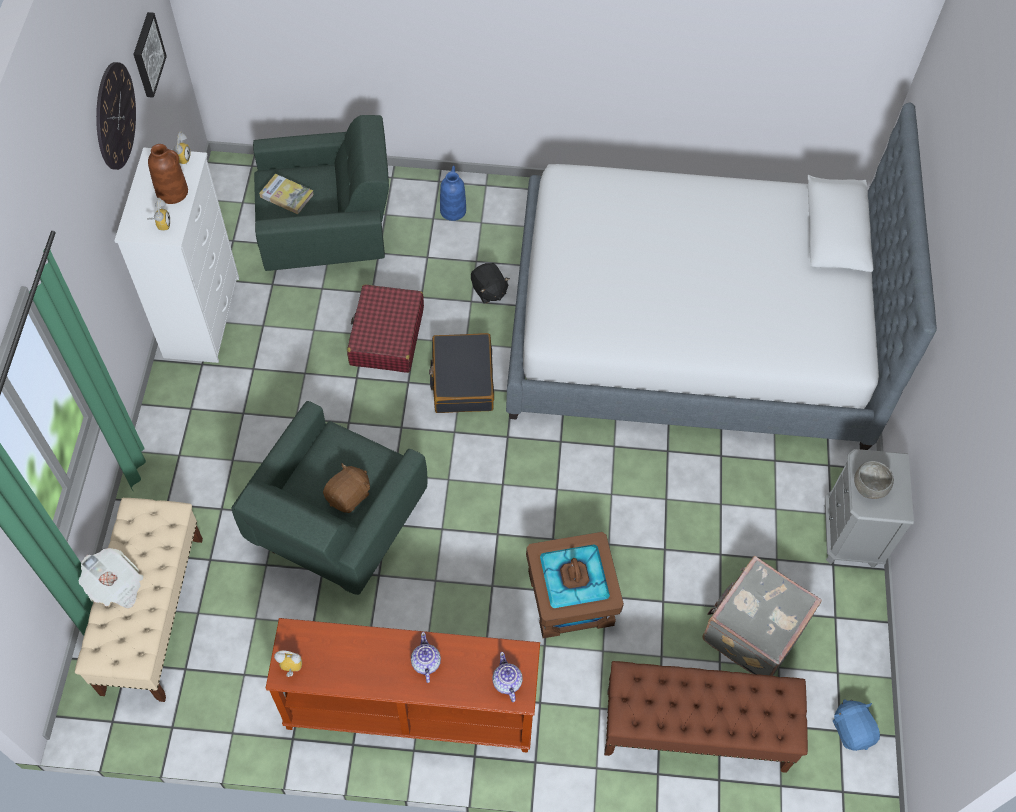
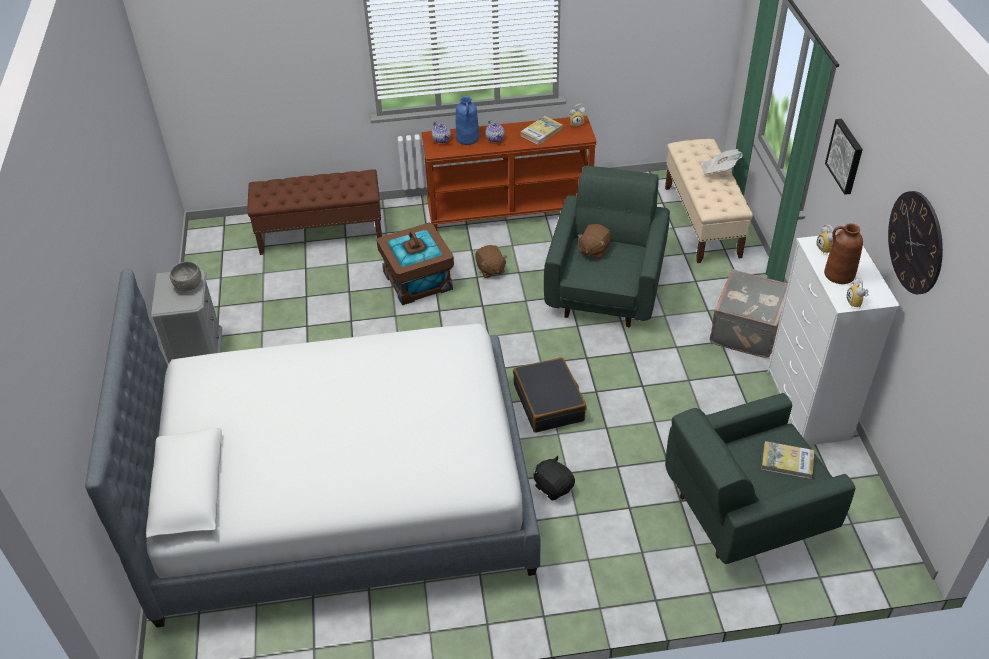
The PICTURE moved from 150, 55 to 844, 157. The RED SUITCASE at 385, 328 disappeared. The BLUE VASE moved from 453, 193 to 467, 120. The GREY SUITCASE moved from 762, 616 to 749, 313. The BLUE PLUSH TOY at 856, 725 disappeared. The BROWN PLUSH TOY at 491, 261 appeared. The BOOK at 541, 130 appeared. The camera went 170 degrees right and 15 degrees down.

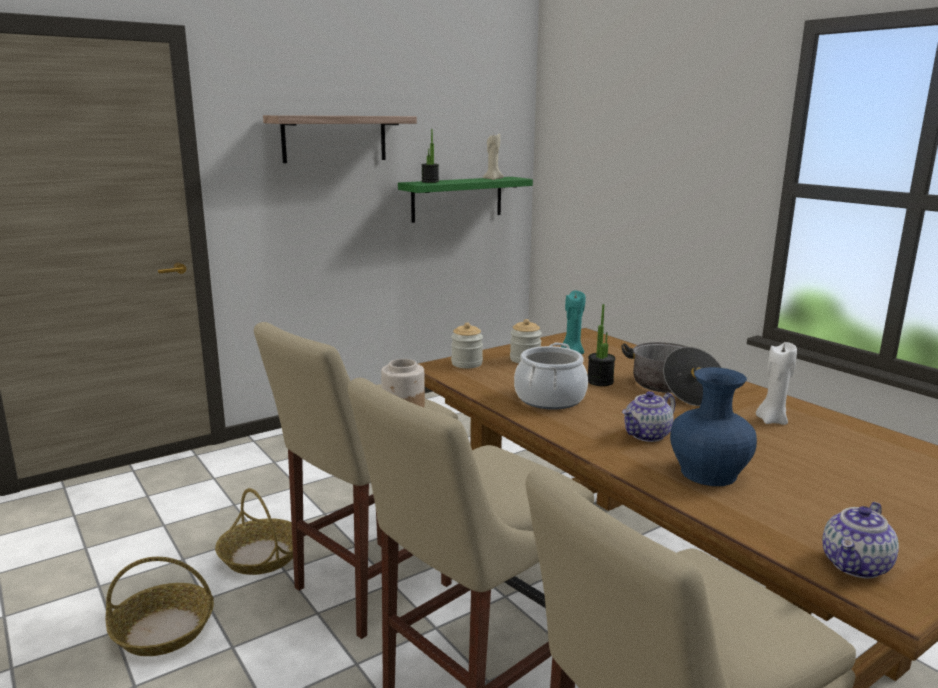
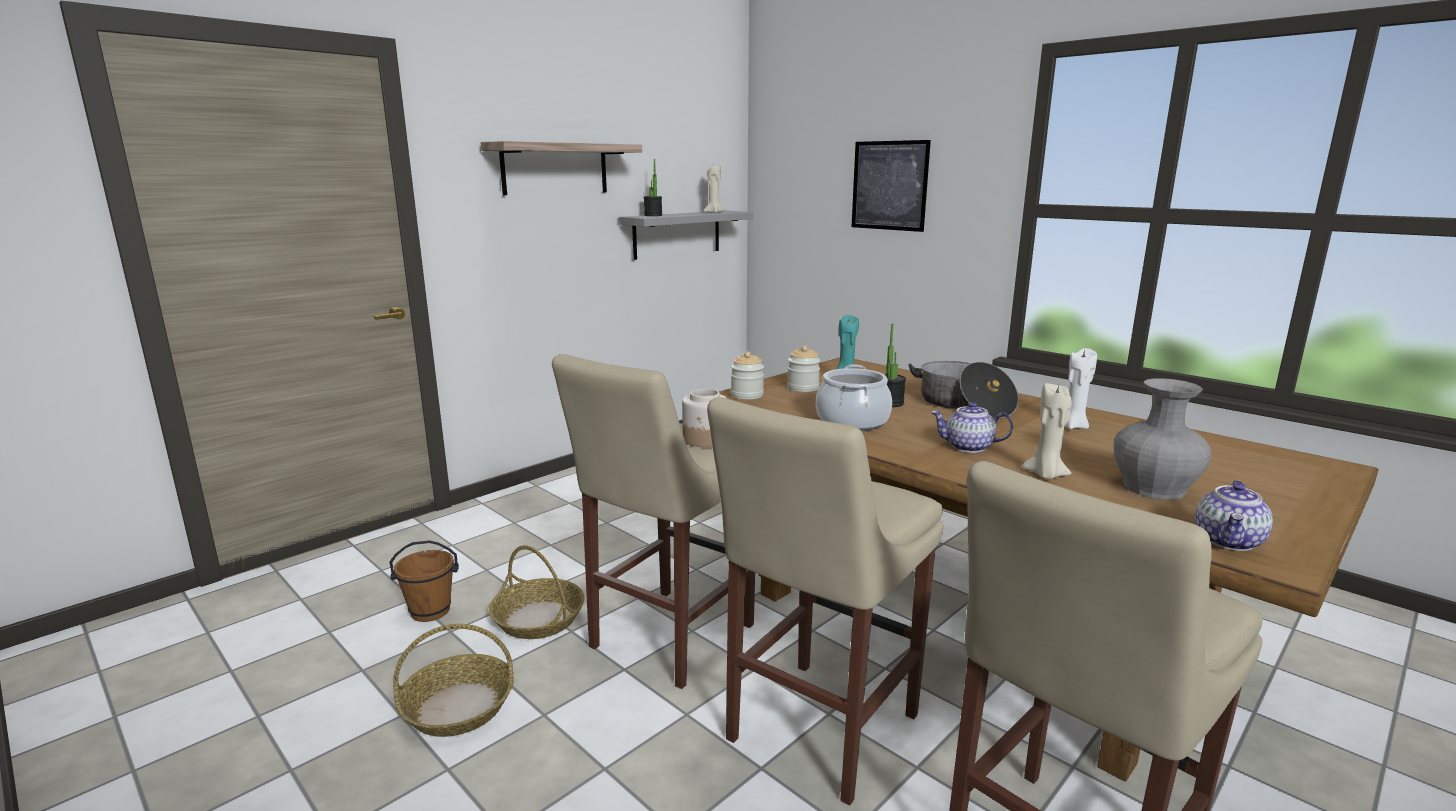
The GREEN SHELF at 465, 200 became the GREY SHELF at 686, 235. The TEAPOT at 648, 416 turned 60 degrees clockwise. The BLUE VASE at 713, 426 was replaced by the BEIGE CANDLE at 1047, 431. The BROWN BUCKET at 424, 581 appeared. The PICTURE at 891, 186 appeared. The GREY VASE at 1162, 439 appeared. The camera went 10 degrees left and 0 degrees up.

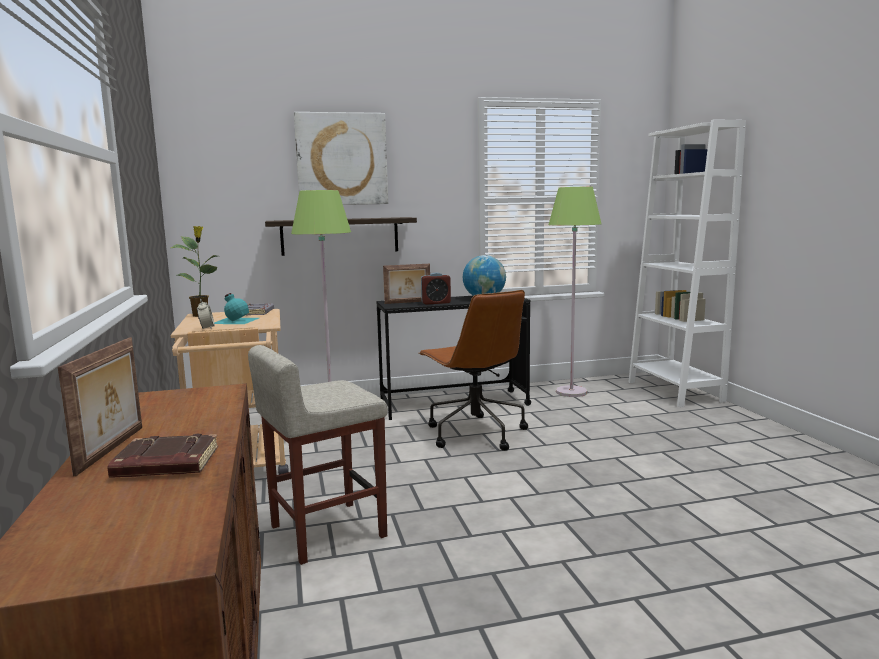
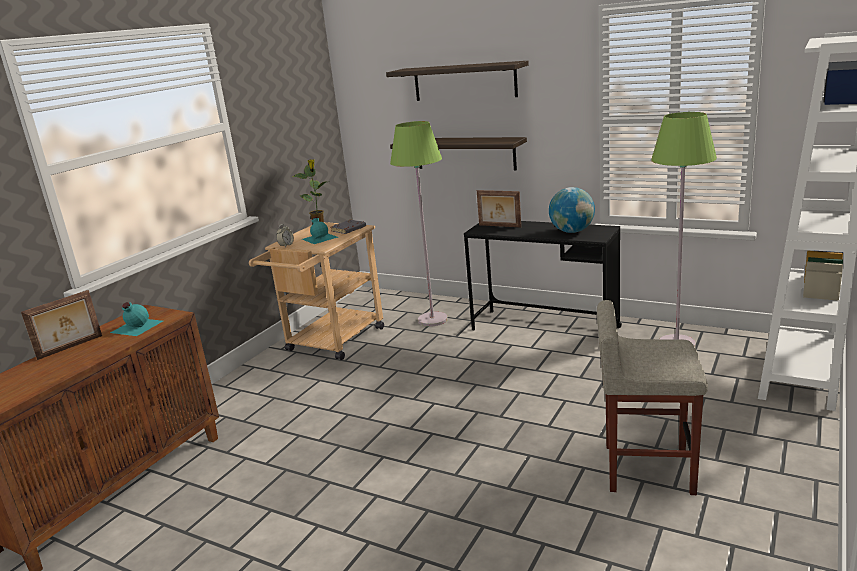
The BROWN BOOK at 163, 455 disappeared. The BEIGE STOOL moved from 318, 455 to 652, 397. The PICTURE at 341, 158 was replaced by the SHELF at 457, 81. The BROWN OFFICE CHAIR at 473, 370 disappeared. The ALARM CLOCK at 436, 288 disappeared. The TURQUOISE BOTTLE at 136, 319 appeared. The camera went 45 degrees right and 10 degrees up.

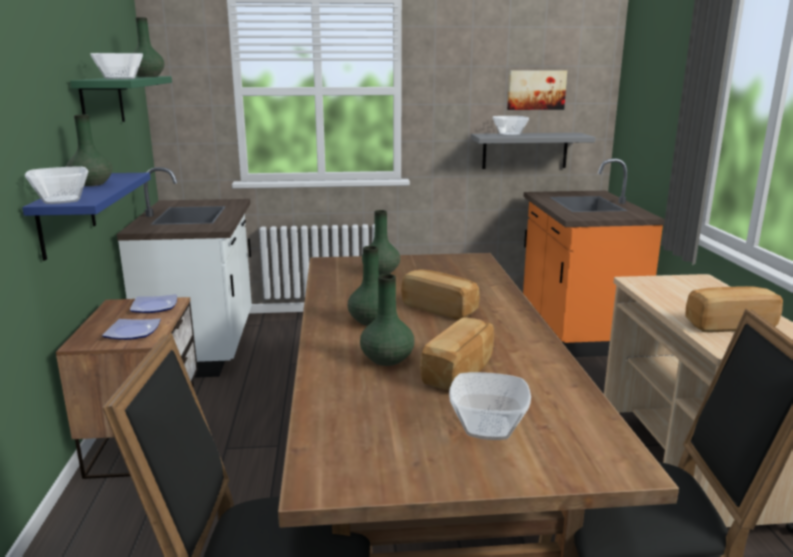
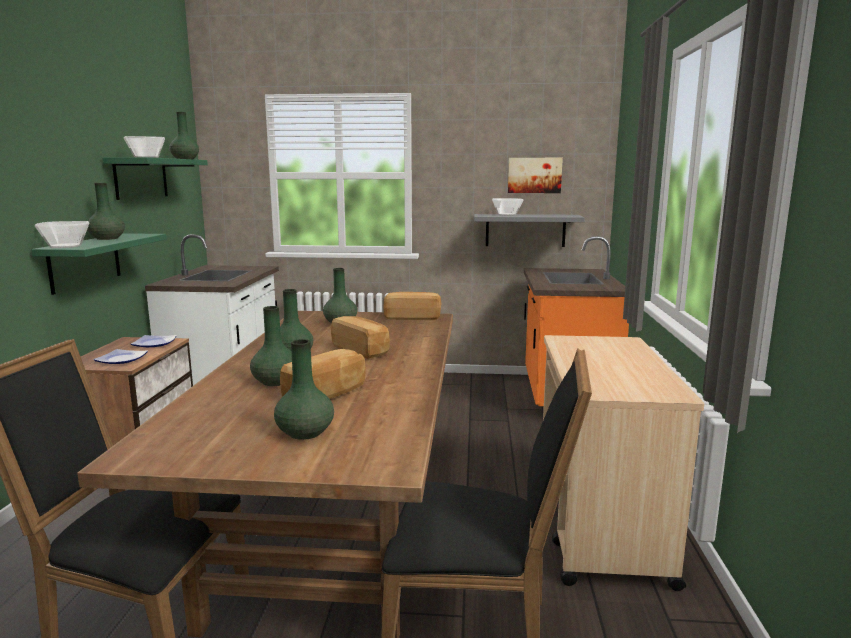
The BLUE SHELF at 86, 217 became the GREEN SHELF at 98, 264. The BOWL at 490, 406 was replaced by the GREEN VASE at 304, 389. The BREAD moved from 734, 309 to 412, 306. The camera went 10 degrees right and 5 degrees down.

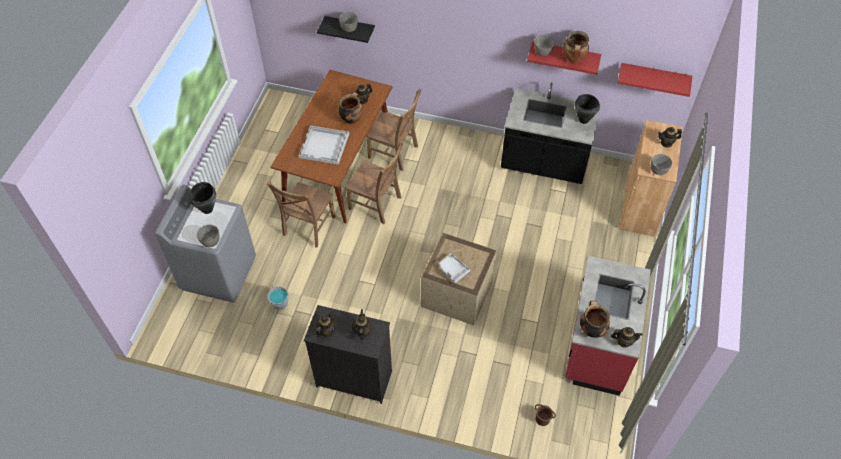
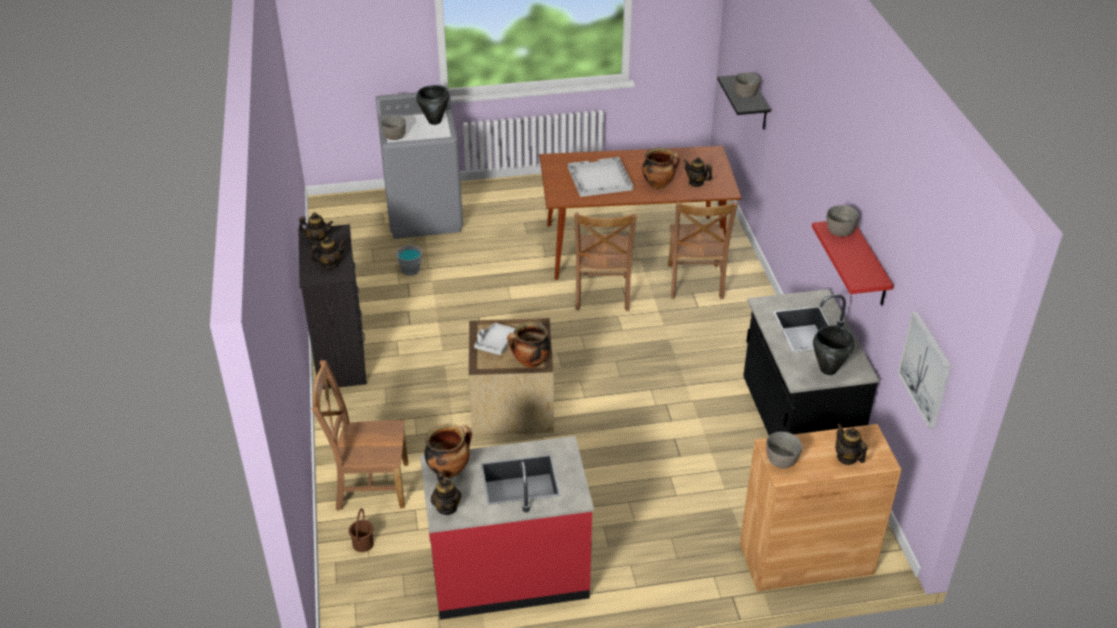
The BROWN CHAIR moved from 301, 214 to 359, 435. The COOKING POT moved from 576, 47 to 528, 345. The RED SHELF at 655, 80 was replaced by the PICTURE at 924, 370. The camera went 65 degrees right and 15 degrees down.

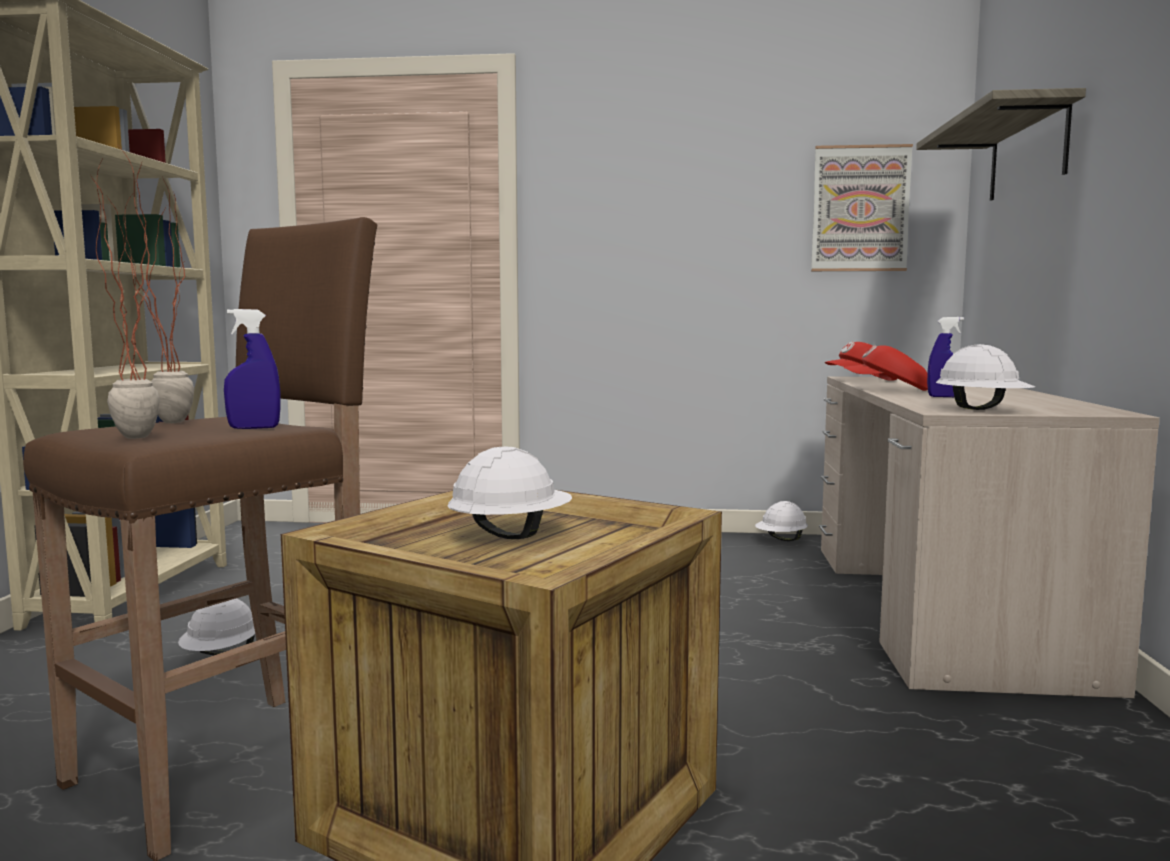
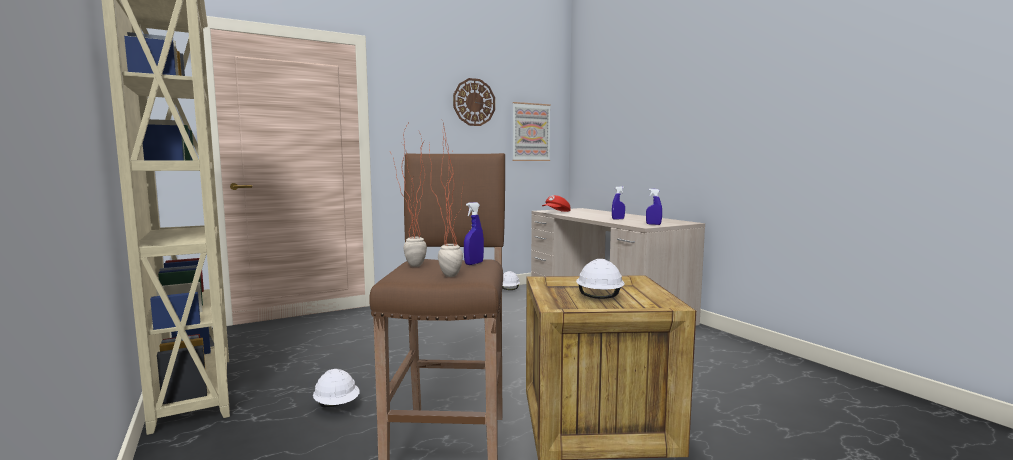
The RED CAP at 885, 368 disappeared. The SHELF at 1001, 144 disappeared. The WHITE HARD HAT at 985, 377 was replaced by the BLUE SPRAY BOTTLE at 654, 207. The WALL CLOCK at 474, 102 appeared. The camera went 35 degrees left and 0 degrees up.

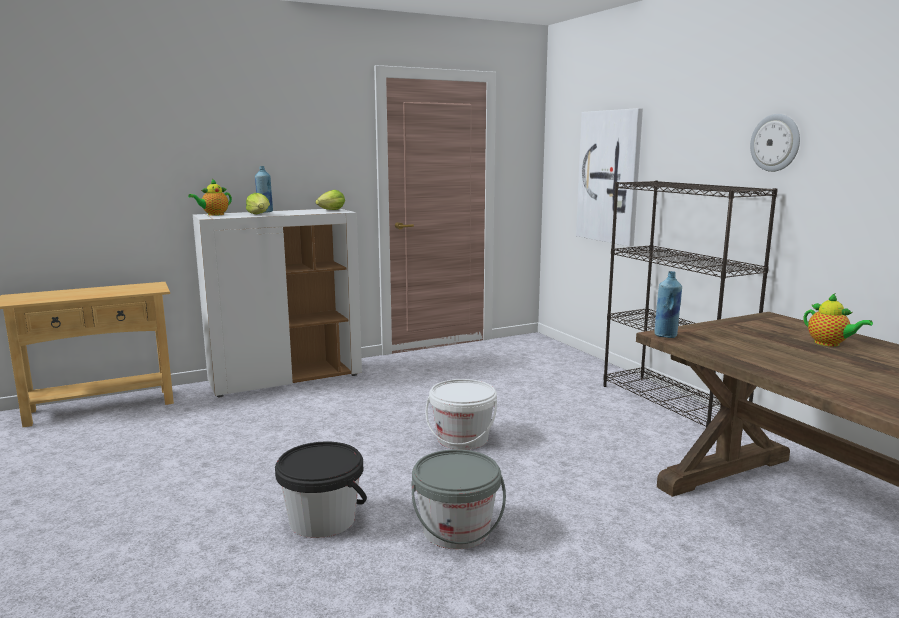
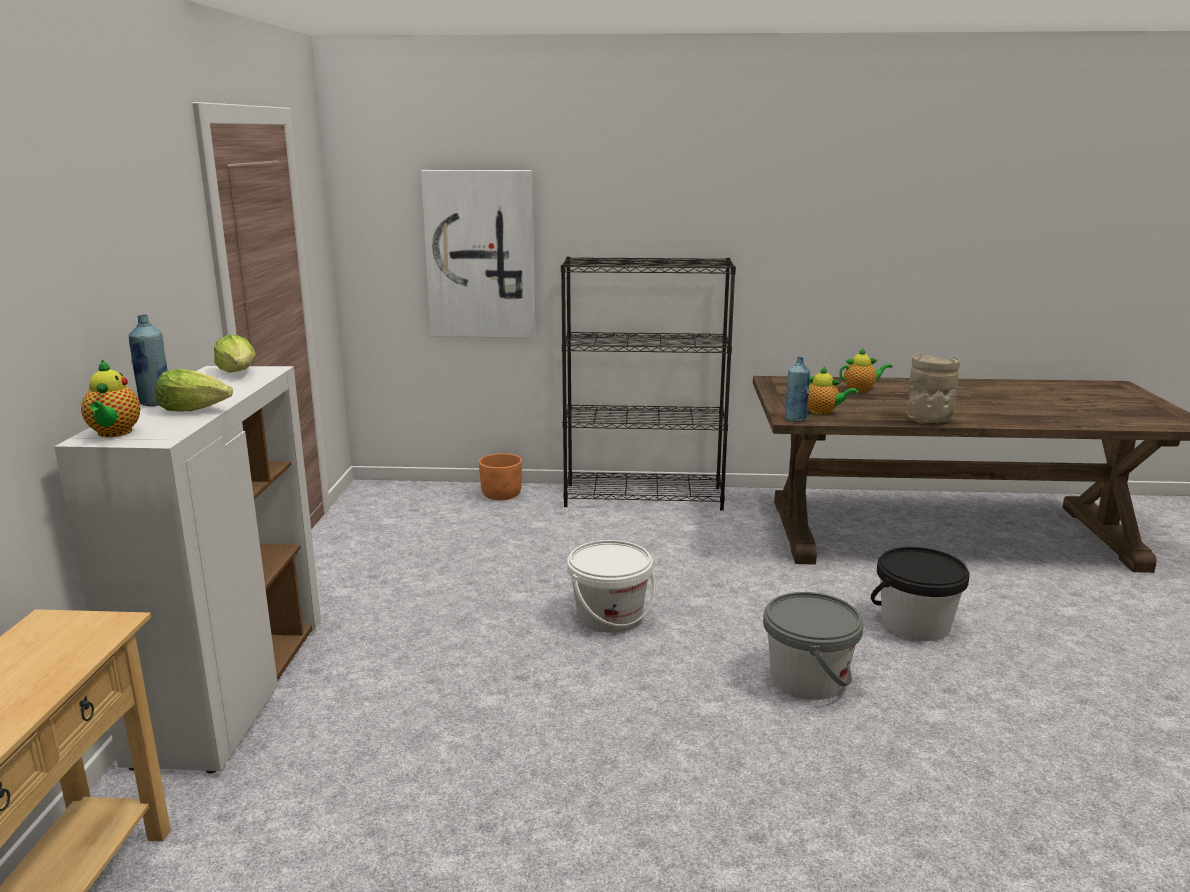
The BLACK BUCKET moved from 321, 489 to 920, 594. The WALL CLOCK at 775, 143 disappeared. The ORANGE PLANTER at 500, 477 appeared. The TEAPOT at 833, 390 appeared. The BEIGE VASE at 933, 389 appeared. The camera went 60 degrees left and 5 degrees up.

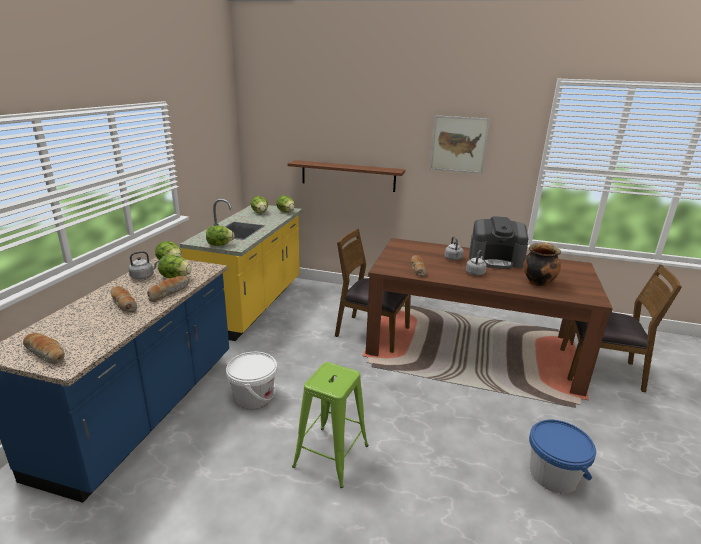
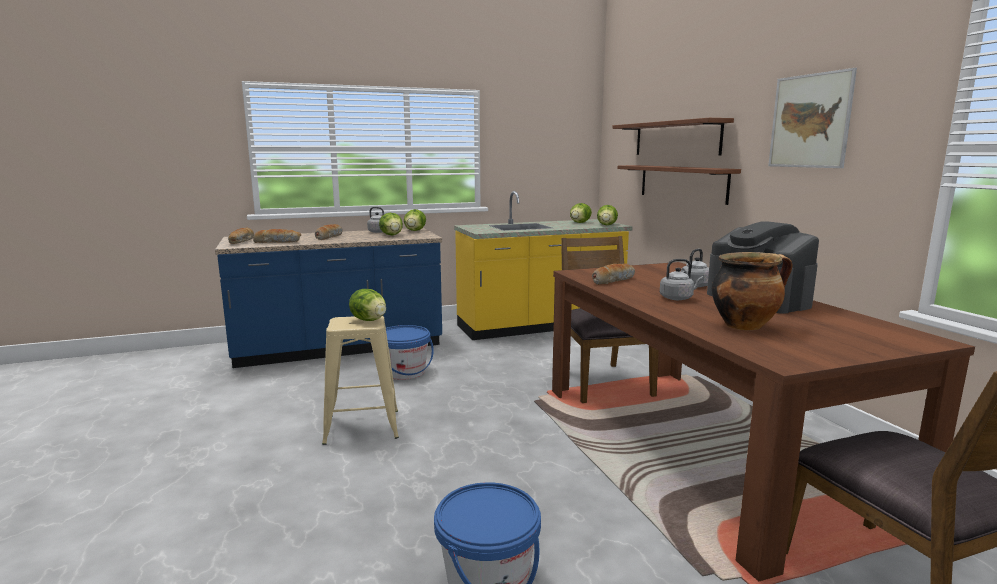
The BREAD moved from 168, 289 to 277, 236. The LETTUCE moved from 220, 235 to 367, 305. The WHITE BUCKET at 251, 380 became the BLUE BUCKET at 410, 352. The GREEN STOOL at 330, 425 became the BEIGE STOOL at 360, 380. The BROWN SHELF at 673, 137 appeared. The camera went 55 degrees right and 10 degrees down.

